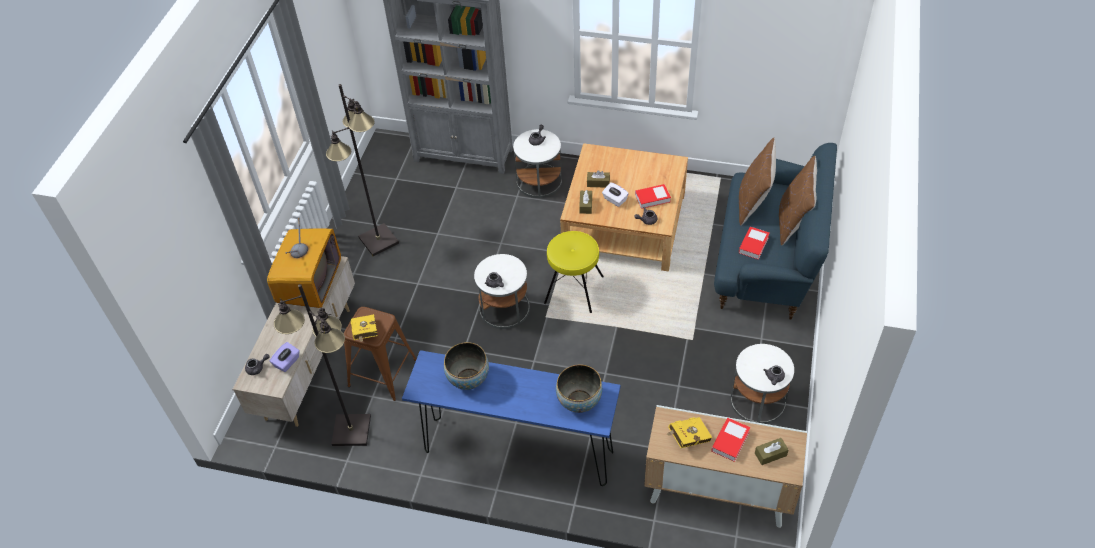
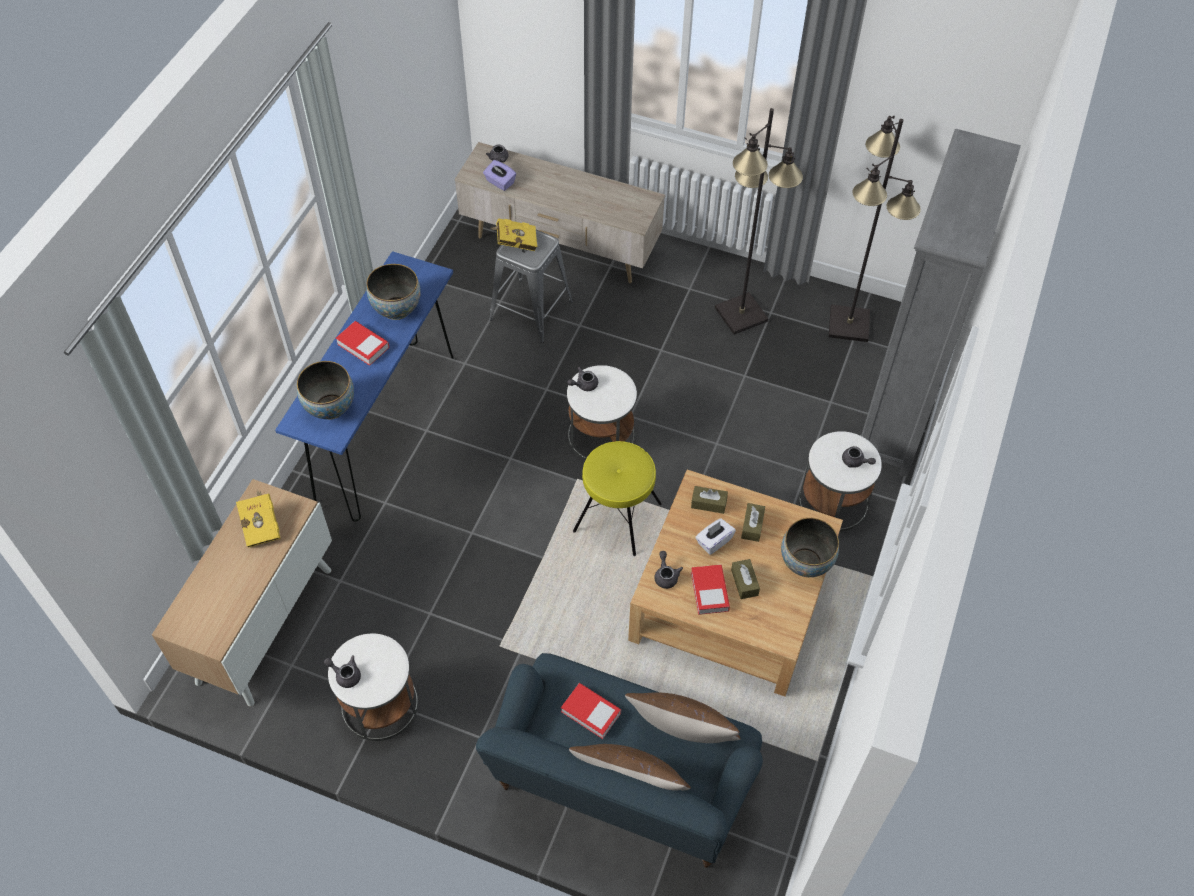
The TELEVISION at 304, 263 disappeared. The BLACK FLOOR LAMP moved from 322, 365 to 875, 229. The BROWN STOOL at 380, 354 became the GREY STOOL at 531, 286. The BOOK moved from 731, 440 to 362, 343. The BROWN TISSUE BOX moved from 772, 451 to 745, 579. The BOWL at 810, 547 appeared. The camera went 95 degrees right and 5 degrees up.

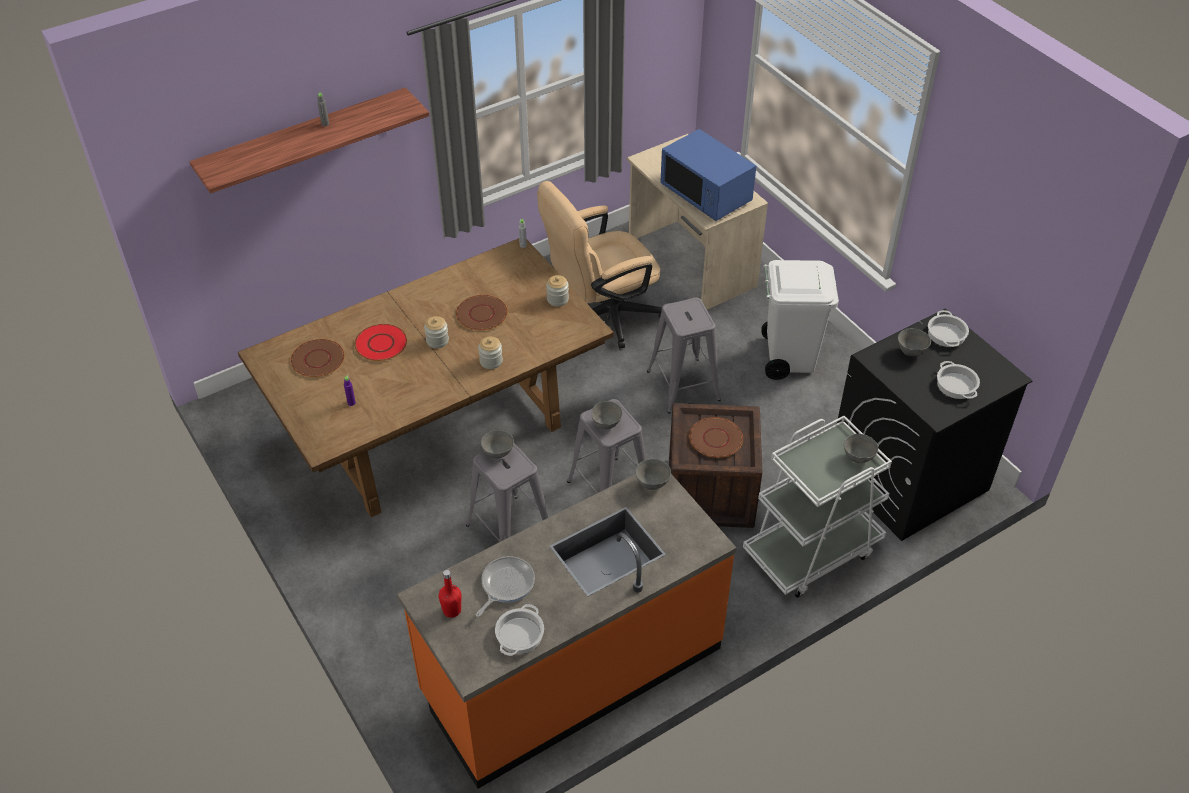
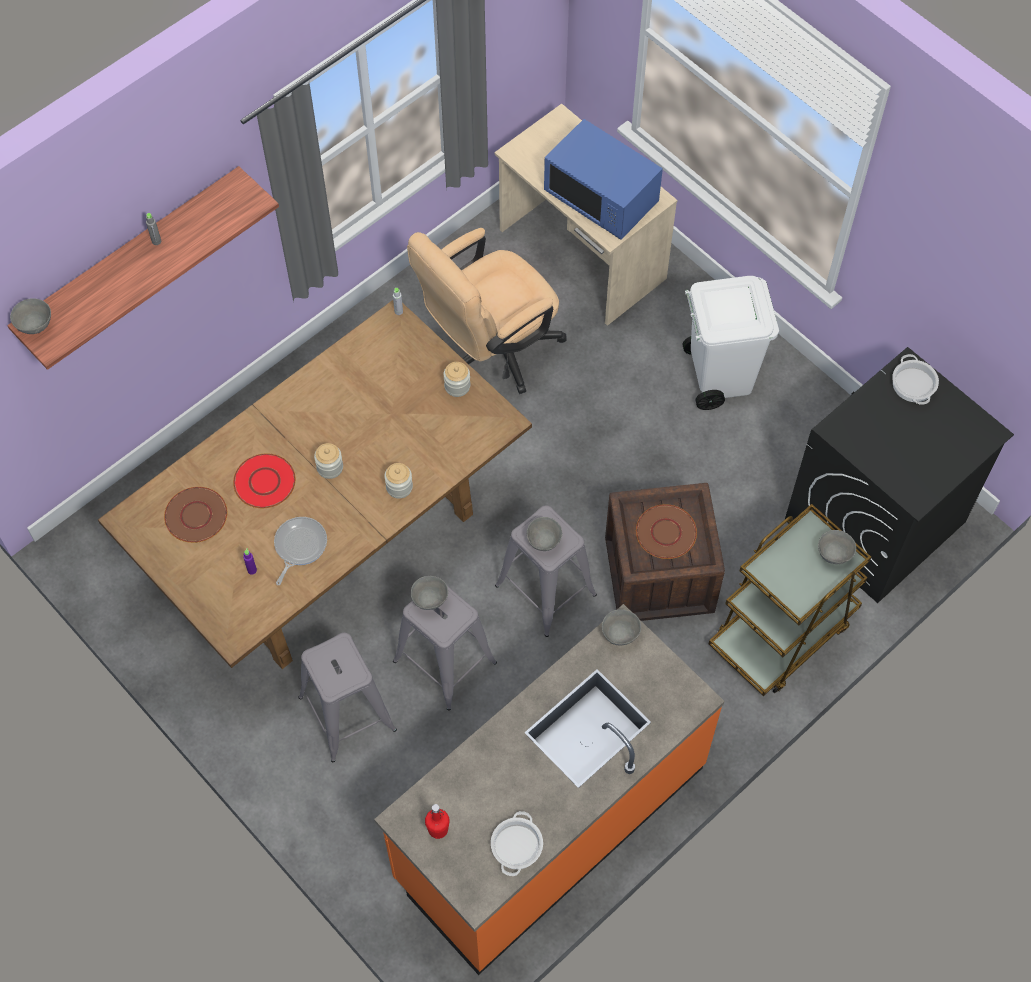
The BROWN PLATE at 482, 312 disappeared. The FRYING PAN moved from 505, 586 to 300, 551. The GREY STOOL moved from 684, 355 to 347, 697. The WHITE CART at 817, 507 became the BROWN CART at 790, 600. The GREY BOWL moved from 914, 342 to 30, 316. The COOKING POT at 958, 380 disappeared. The camera went 10 degrees left and 15 degrees up.

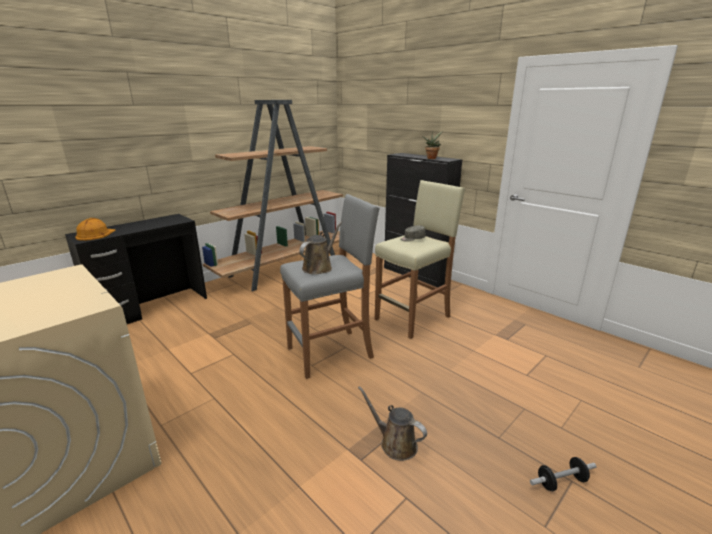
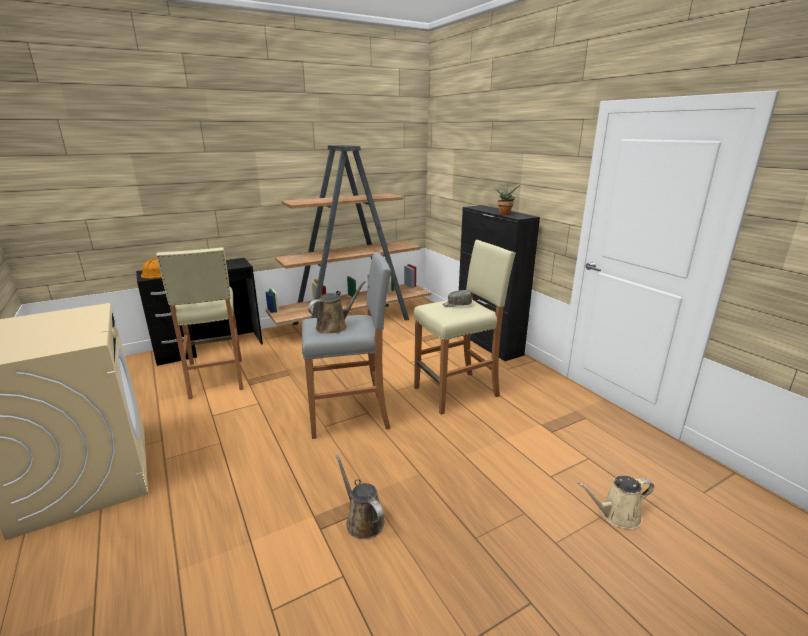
The DUMBBELL at 563, 474 disappeared. The BEIGE STOOL at 199, 323 appeared. The BEIGE WATERING CAN at 616, 502 appeared. The camera went 15 degrees right and 0 degrees up.

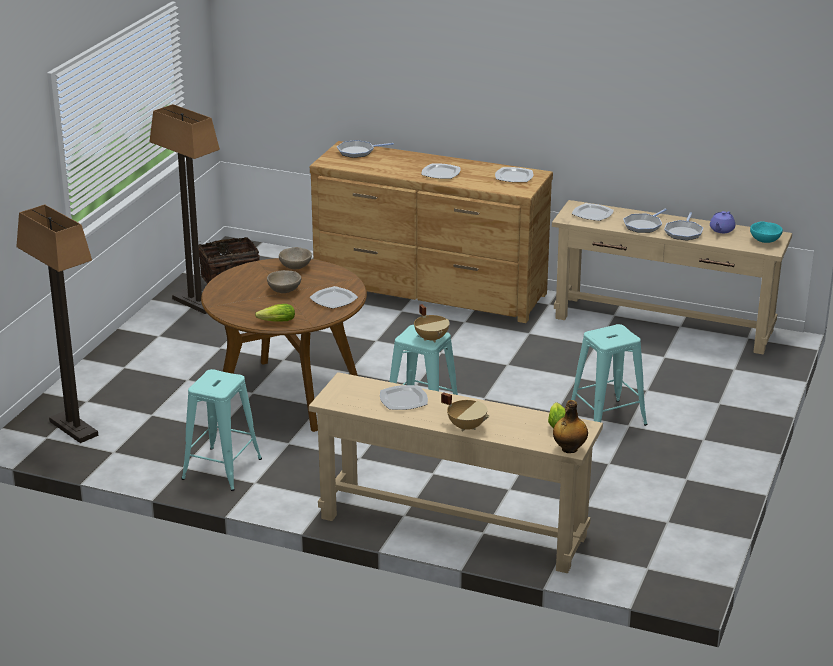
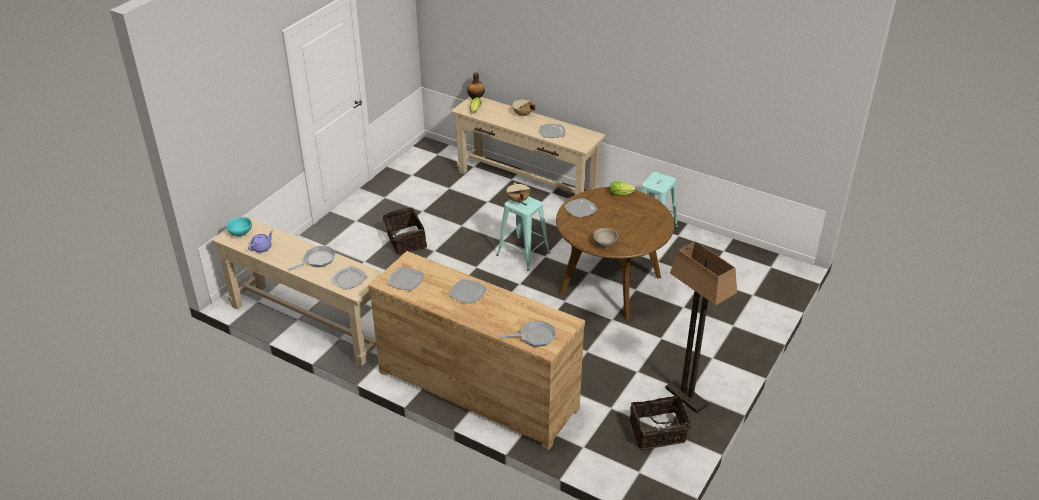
The FLOOR LAMP at 57, 323 disappeared. The BEIGE BOWL at 284, 281 disappeared. The TURQUOISE STOOL at 609, 375 was replaced by the BASKET at 404, 231. The FRYING PAN at 683, 226 disappeared. The camera went 170 degrees left and 10 degrees up.

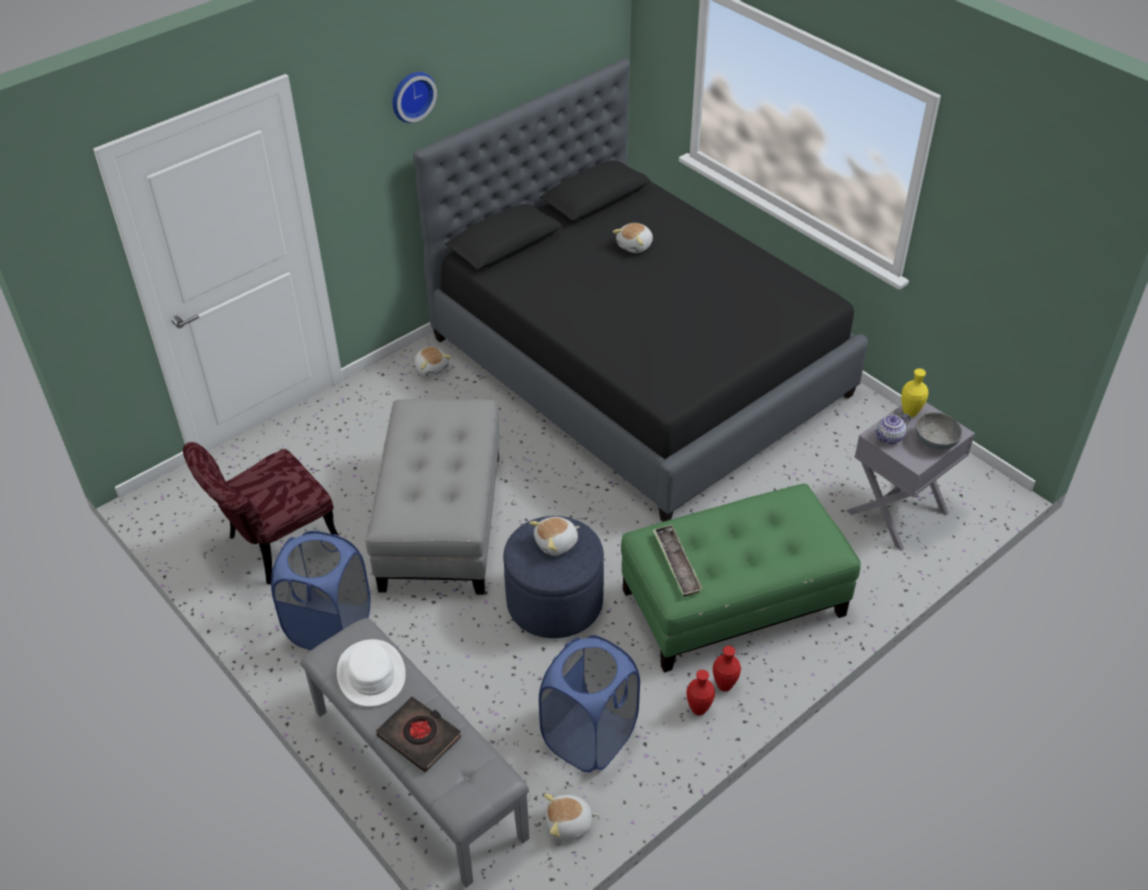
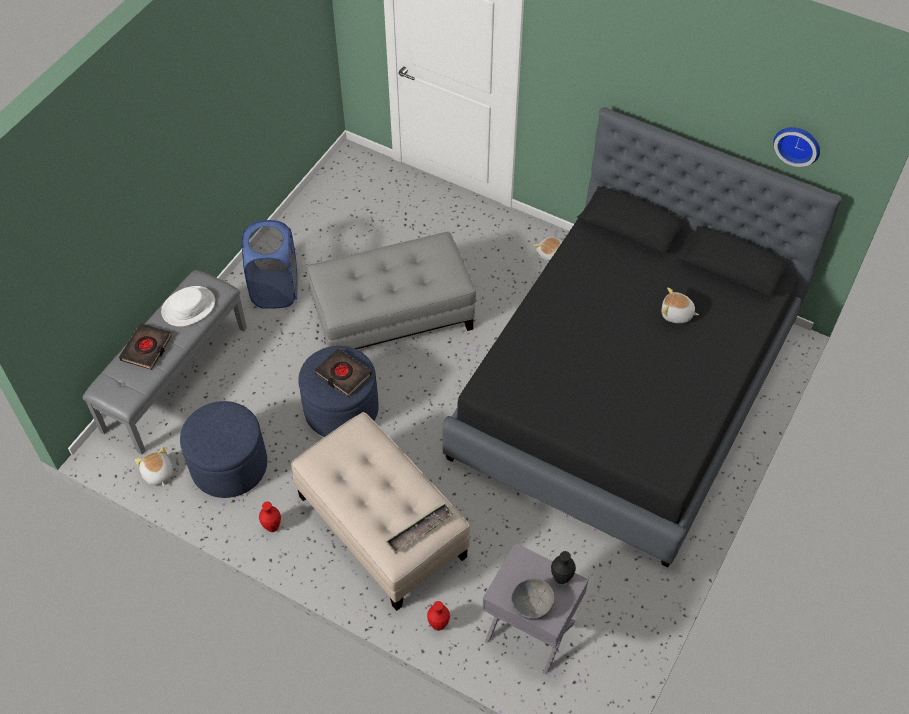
The RED CHAIR at 261, 513 disappeared. The WALL CLOCK moved from 414, 97 to 796, 147. The PLUSH TOY at 554, 536 was replaced by the BLACK BOOK at 343, 372. The BLUE LAUNDRY BASKET at 589, 704 was replaced by the BLUE OTTOMAN at 223, 449. The GREEN OTTOMAN at 741, 578 became the BEIGE OTTOMAN at 380, 511. The TRAY moved from 678, 560 to 419, 528. The RED VASE moved from 727, 668 to 438, 616. The TEAPOT at 892, 429 disappeared. The YELLOW VASE at 915, 392 became the BLACK VASE at 563, 567. The camera went 70 degrees right and 10 degrees up.

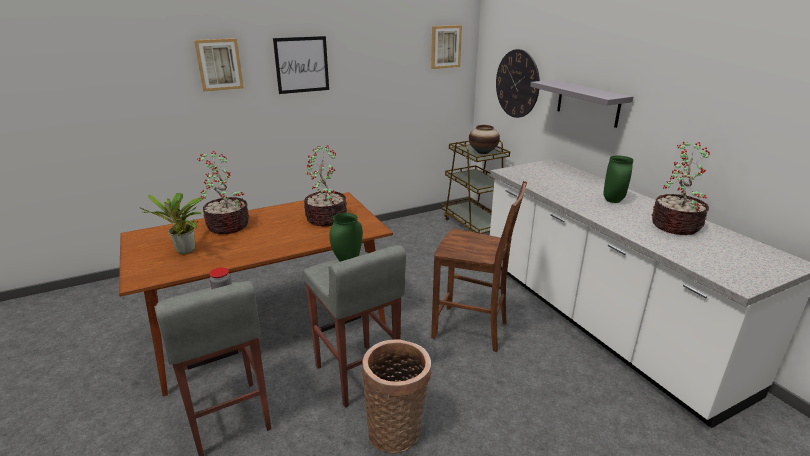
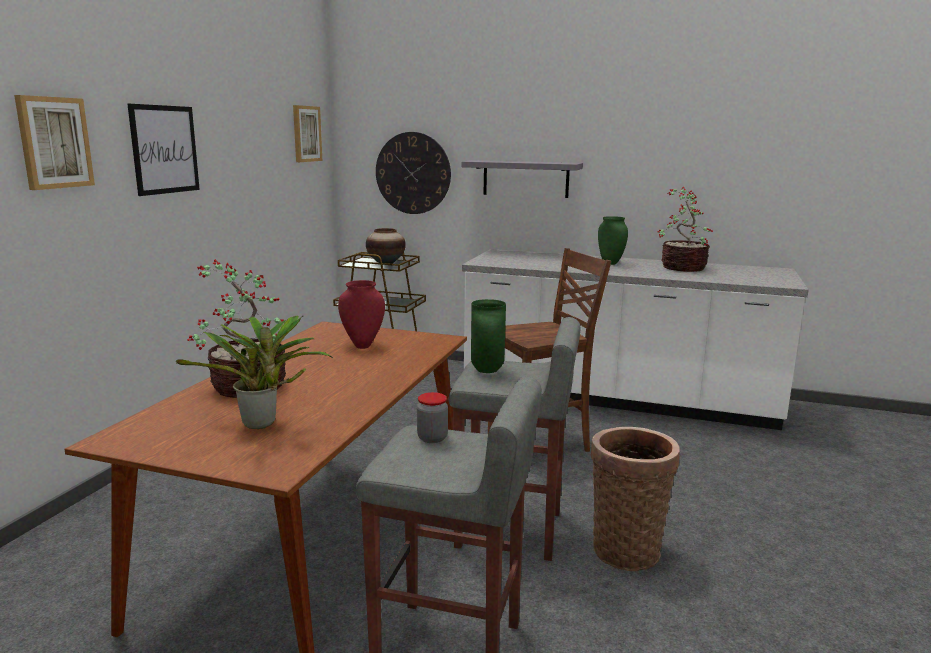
The POTTED PLANT at 325, 185 was replaced by the RED VASE at 361, 314. The camera went 45 degrees left and 10 degrees down.

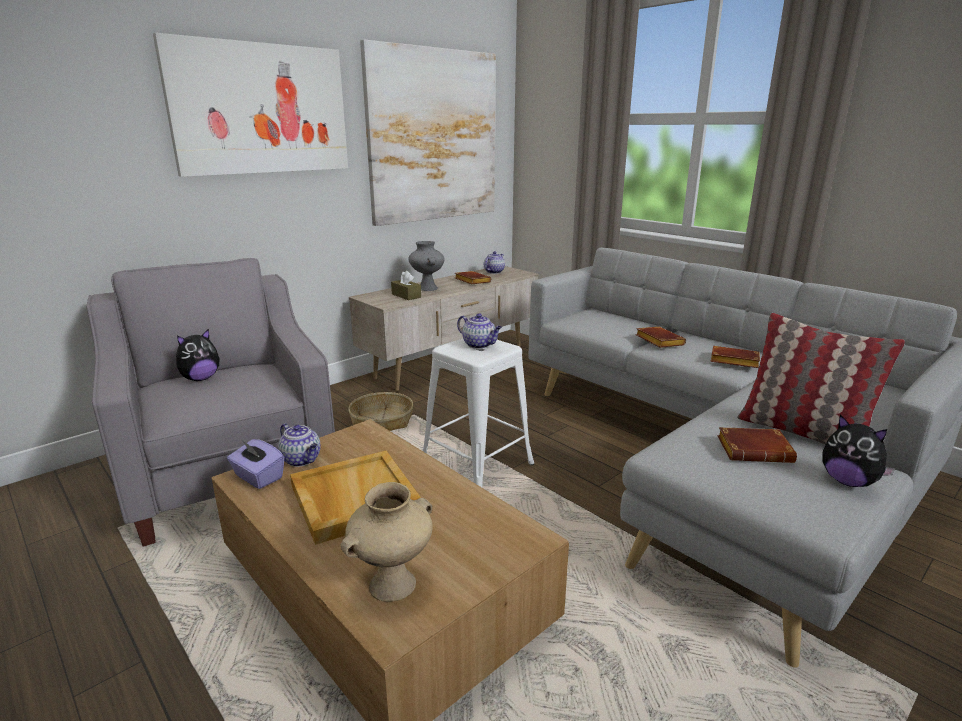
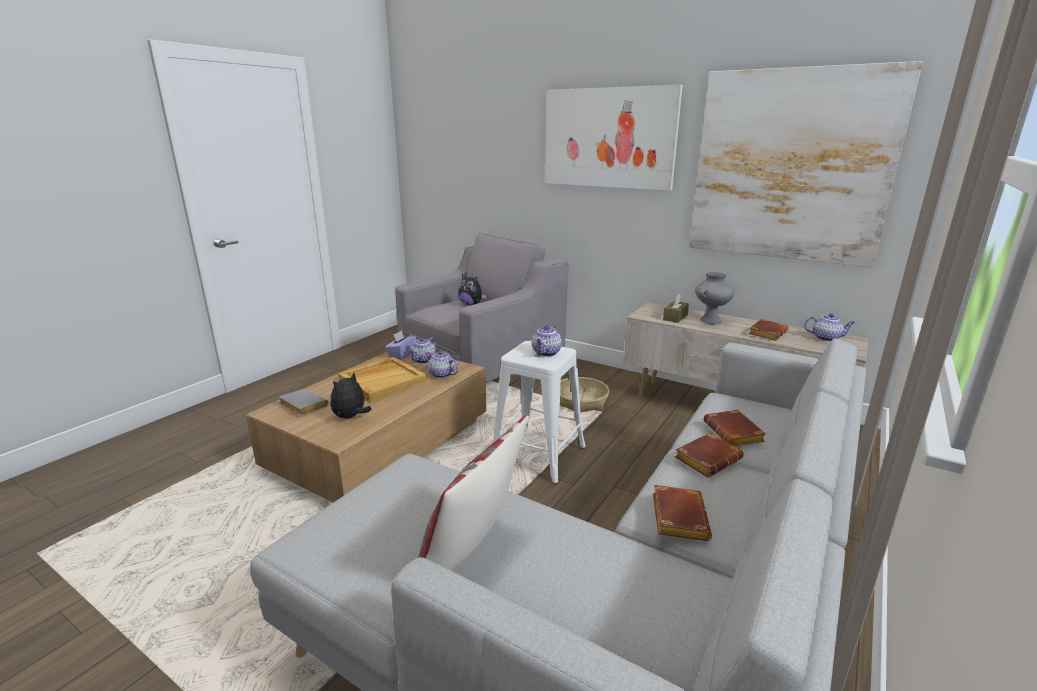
The BEIGE VASE at 387, 542 was replaced by the GREY BOOK at 304, 402. The BROWN BOOK moved from 757, 445 to 735, 428. The PLUSH TOY moved from 859, 451 to 351, 395. The TEAPOT at 442, 365 appeared. The camera went 75 degrees right and 0 degrees up.

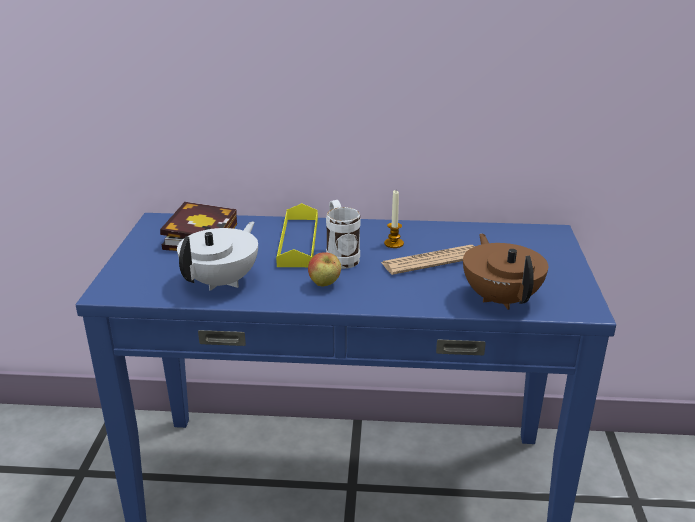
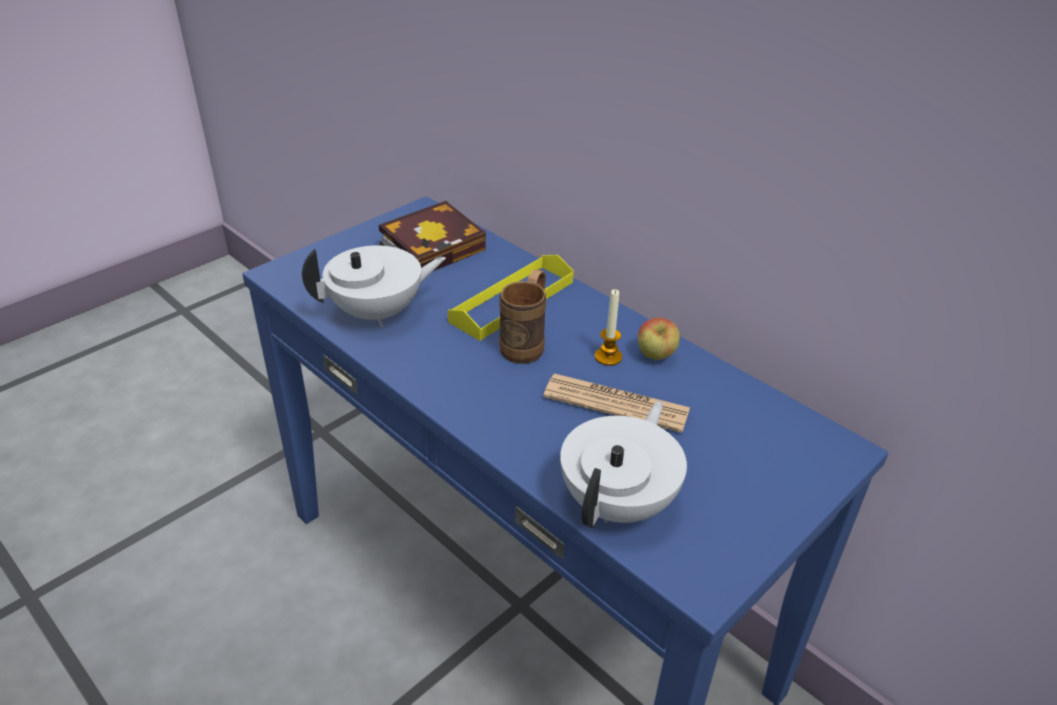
The APPLE moved from 324, 269 to 659, 339. The WHITE MUG at 343, 234 became the BROWN MUG at 522, 316. The BROWN TEAPOT at 505, 271 became the WHITE TEAPOT at 623, 464. The camera went 40 degrees right and 10 degrees up.

